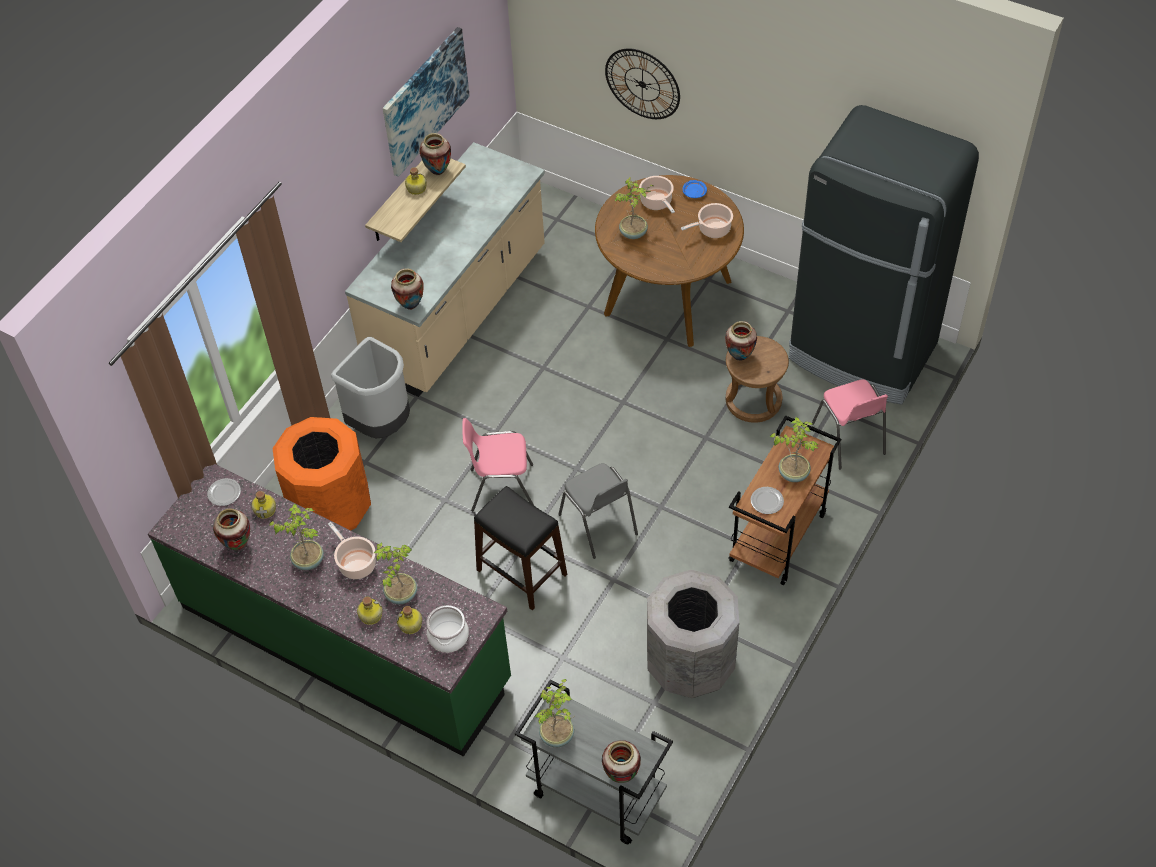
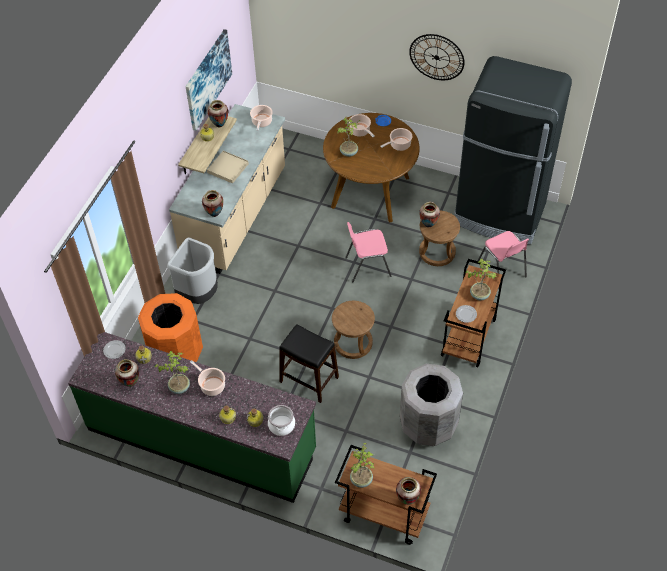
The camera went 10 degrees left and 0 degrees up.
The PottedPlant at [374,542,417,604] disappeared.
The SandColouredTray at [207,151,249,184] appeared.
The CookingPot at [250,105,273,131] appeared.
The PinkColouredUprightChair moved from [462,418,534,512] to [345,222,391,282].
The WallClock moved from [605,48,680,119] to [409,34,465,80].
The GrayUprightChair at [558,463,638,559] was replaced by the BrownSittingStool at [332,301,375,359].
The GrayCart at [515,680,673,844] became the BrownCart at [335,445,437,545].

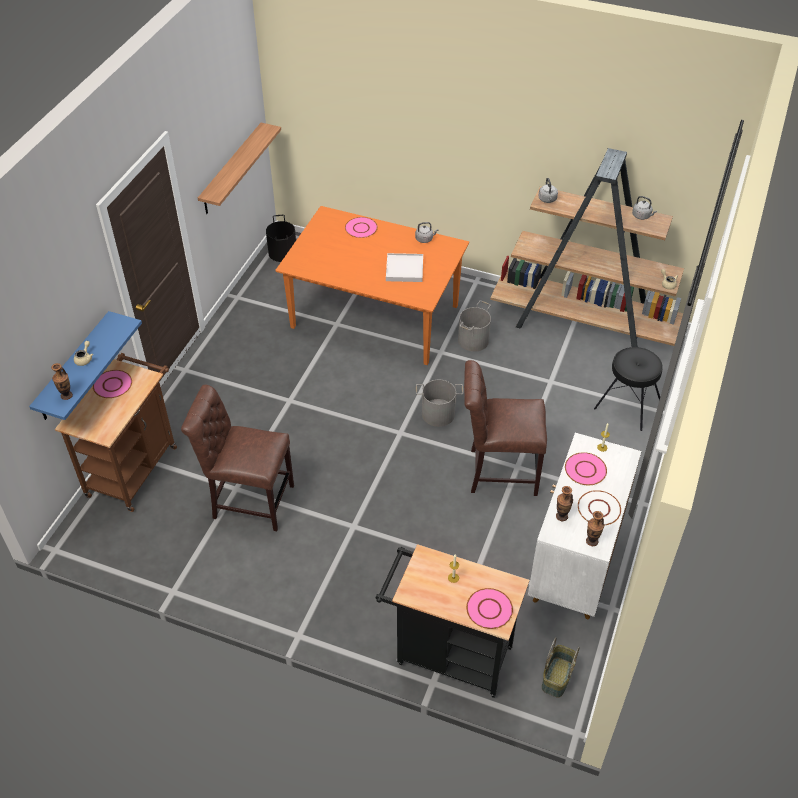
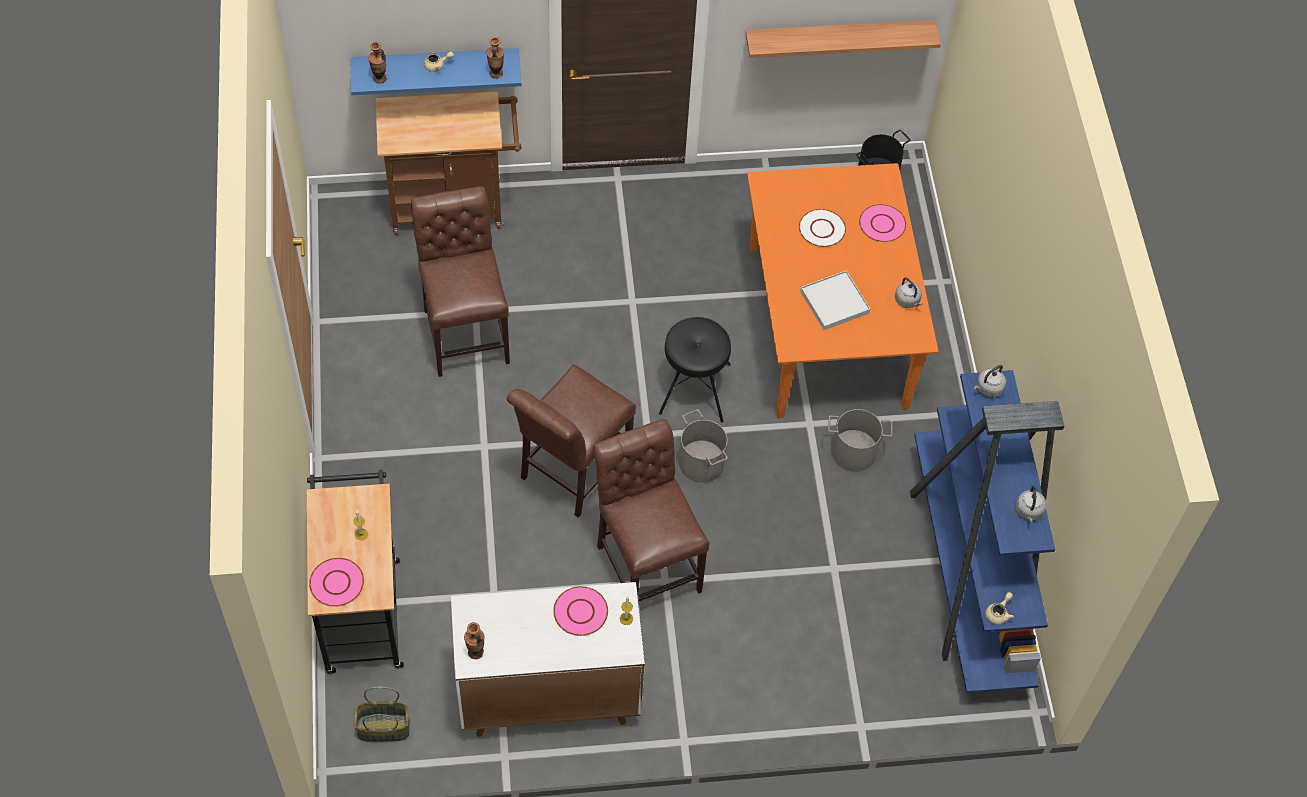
The camera went 60 degrees right and 10 degrees up.
The PinkColouredDinnerPlate at [93,370,132,398] disappeared.
The BrownUprightChair at [507,364,636,517] appeared.
The FlowerVase moved from [556,486,573,521] to [487,37,504,79].
The WhiteDinnerPlate moved from [578,490,621,525] to [799,209,846,247].
The BlackColouredSittingStool moved from [594,347,663,431] to [659,317,731,422].
The BrownBookcase at [490,148,684,347] became the BluishBookcase at [910,370,1064,693].

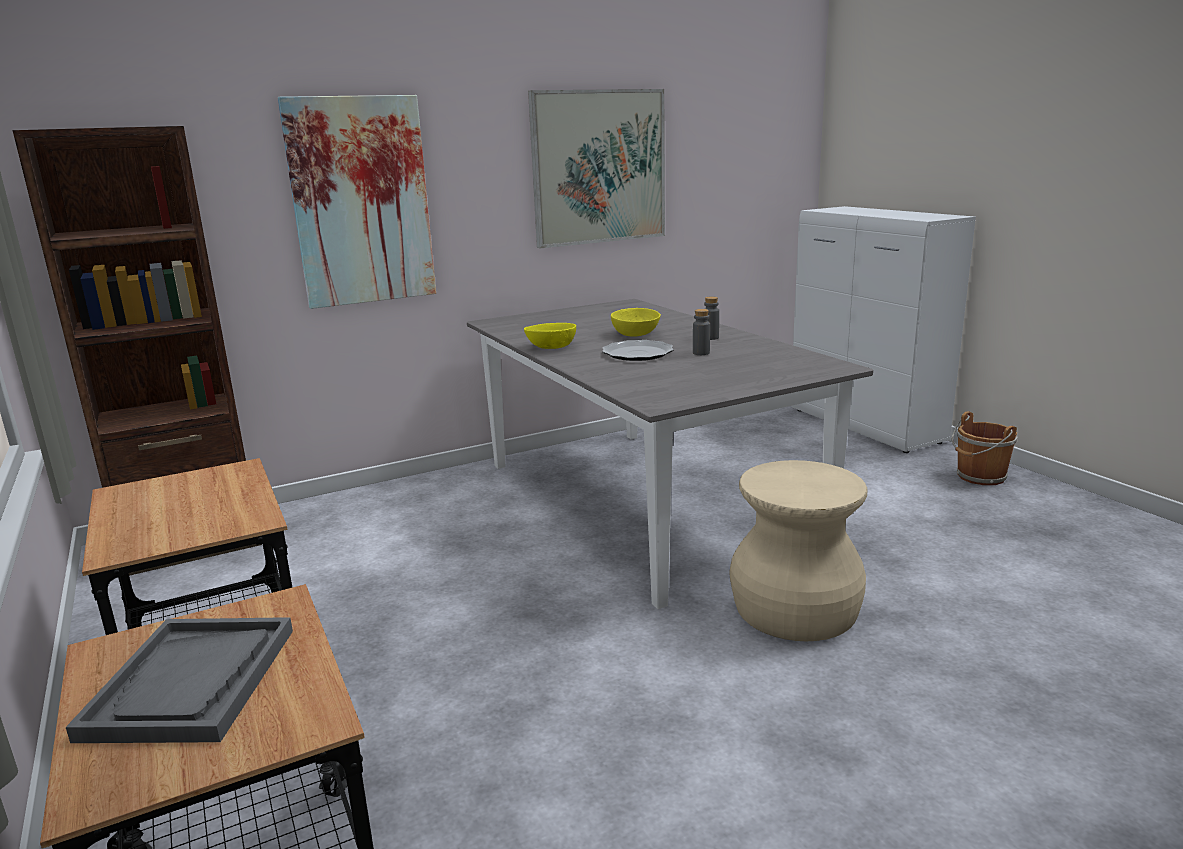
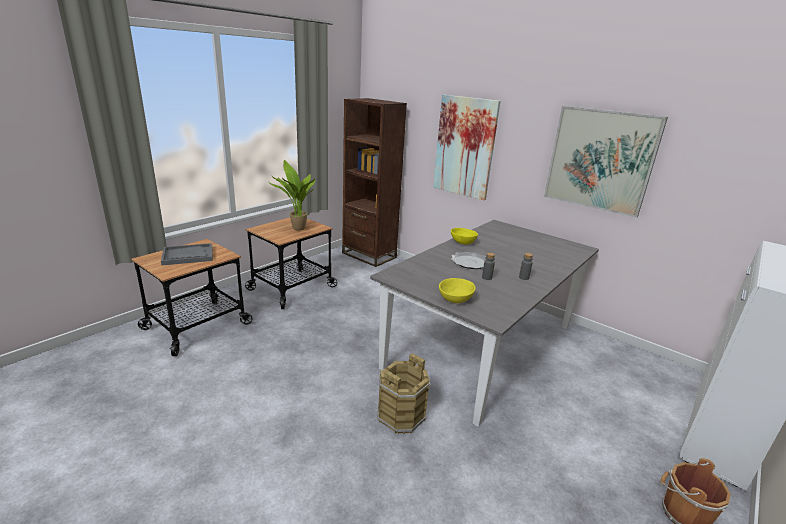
The camera went 65 degrees right and 5 degrees up.
The PottedPlant at [269,160,315,231] appeared.
The YellowColouredBowl moved from [611,308,661,337] to [439,278,476,303].
The SandColouredSittingStool at [730,460,868,641] was replaced by the BrownPail at [377,353,430,434].

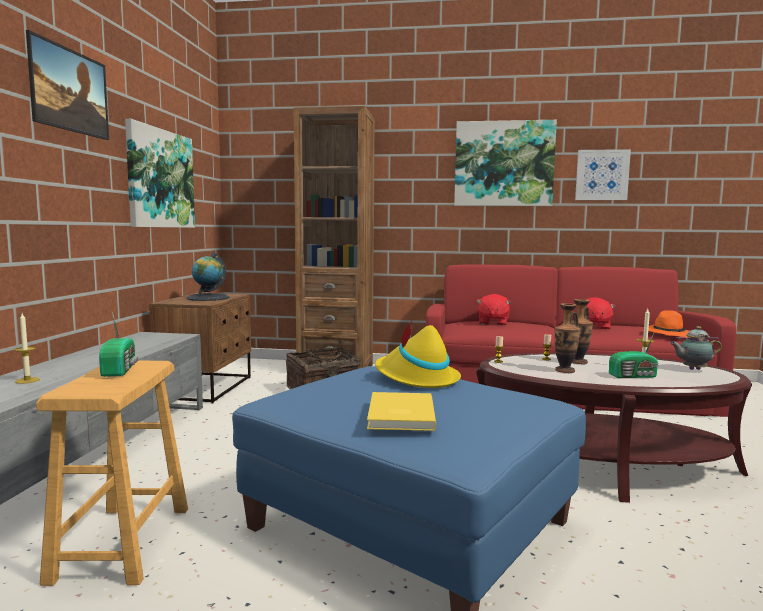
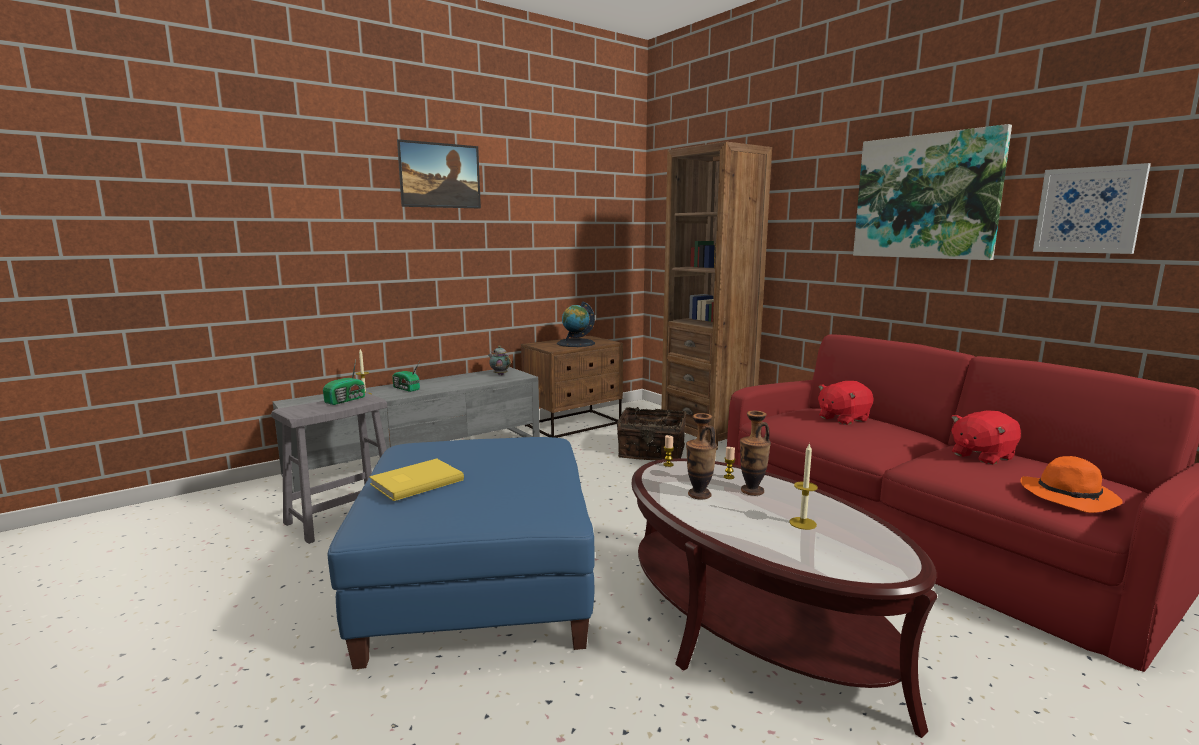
The camera went 45 degrees right and 5 degrees up.
The WallPicture at [125,119,195,228] disappeared.
The YellowColouredWearableHat at [375,320,461,388] disappeared.
The RadioReceiver moved from [609,333,658,378] to [392,361,420,392].
The Teapot moved from [670,326,722,370] to [489,346,511,375].
The BrownSittingStool at [36,361,188,586] became the GraySittingStool at [271,392,387,544].

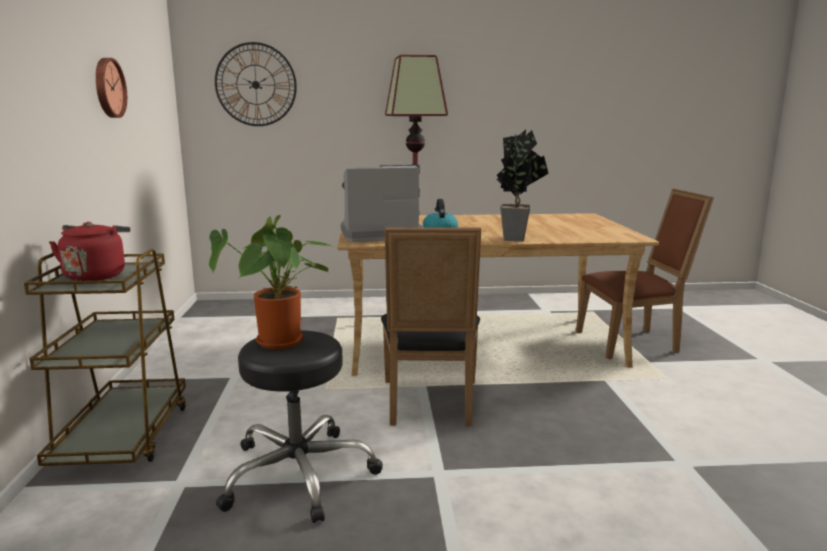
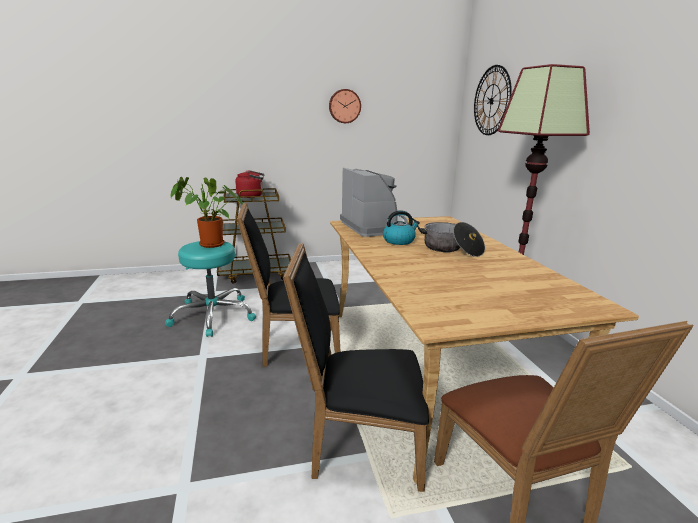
The camera went 80 degrees right and 5 degrees up.
The PottedPlant at [496,130,549,241] disappeared.
The BlackColouredUprightChair at [283,243,429,492] appeared.
The CookingPot at [417,222,485,257] appeared.
The BlackColouredSittingStool at [216,330,383,523] became the BlueGreenSittingStool at [165,241,256,337].

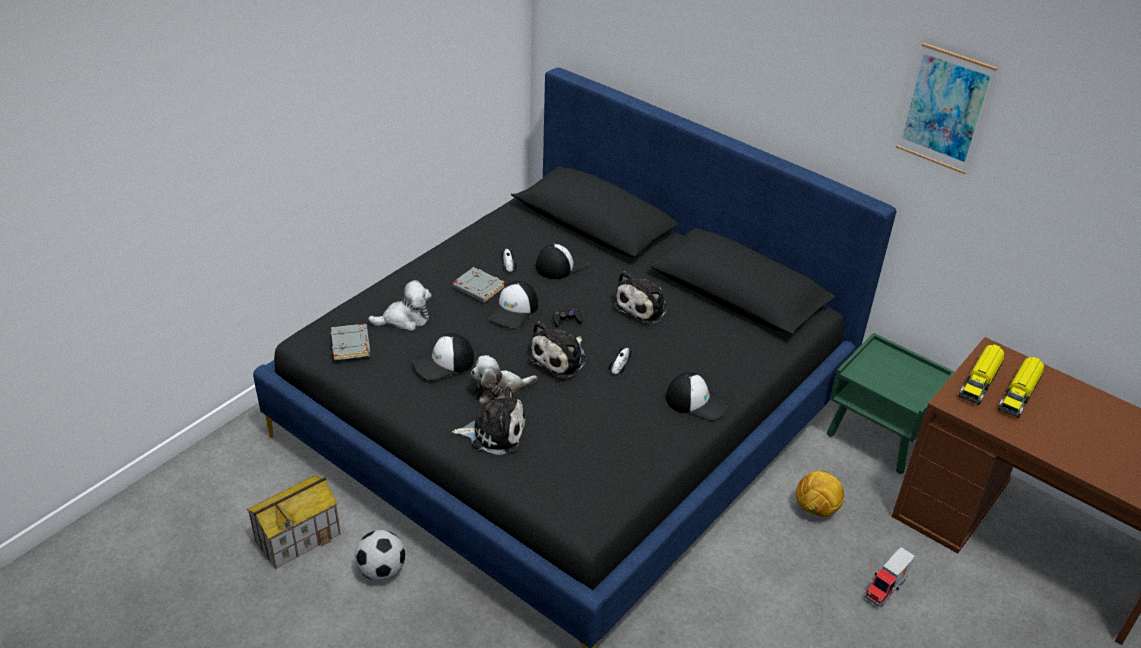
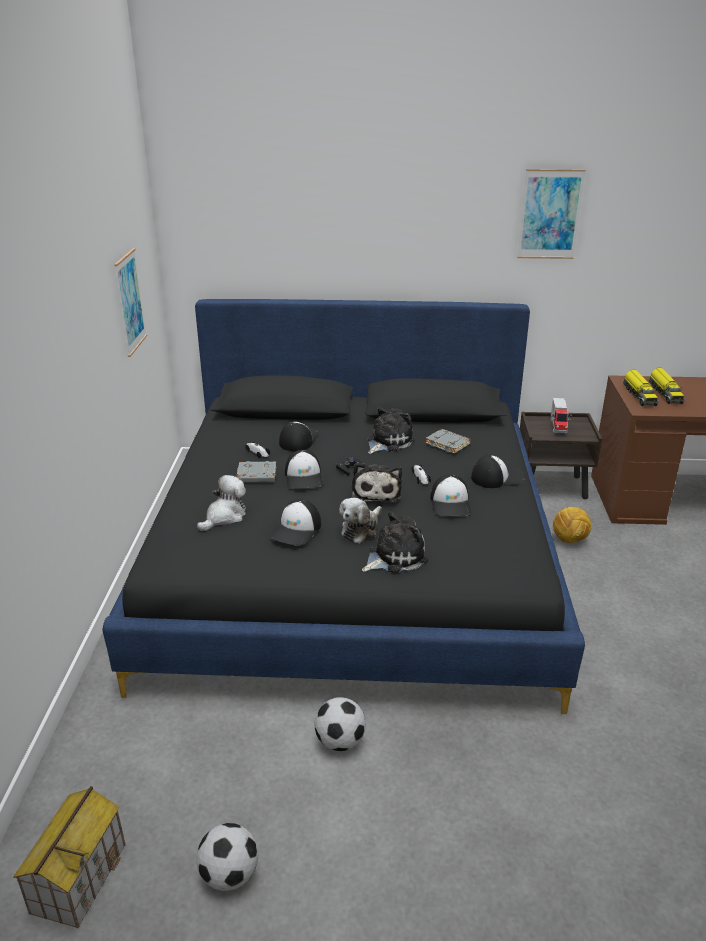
The camera went 35 degrees left and 10 degrees down.
The WallPicture at [114,248,147,357] appeared.
The BallForFootball at [196,823,258,891] appeared.
The Cap at [430,475,471,516] appeared.
The MiniatureHouse moved from [246,475,341,569] to [13,786,126,928].
The GrayVolume moved from [331,324,371,360] to [425,429,471,454].
The ModelTruck moved from [864,547,915,607] to [550,398,572,434].
The GreenishBedsideTable at [827,333,955,474] became the BrownBedsideTable at [520,412,602,499].
The CuddlyToy at [613,271,668,324] turned 135 degrees counterclockwise.

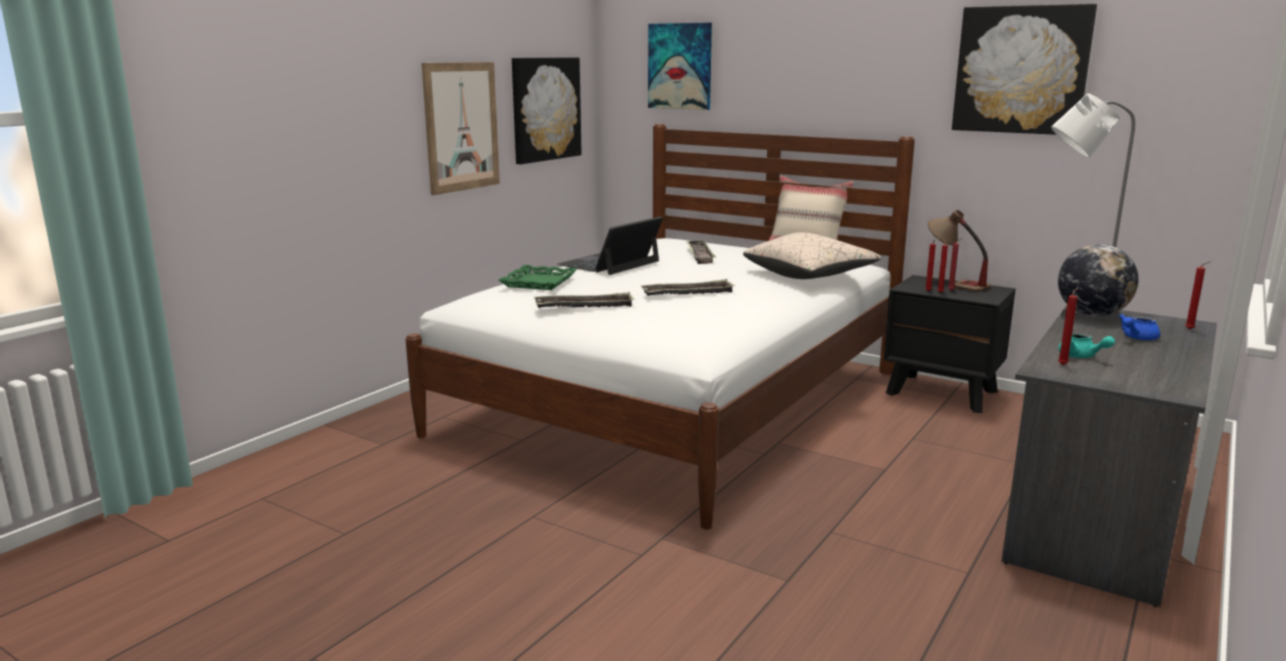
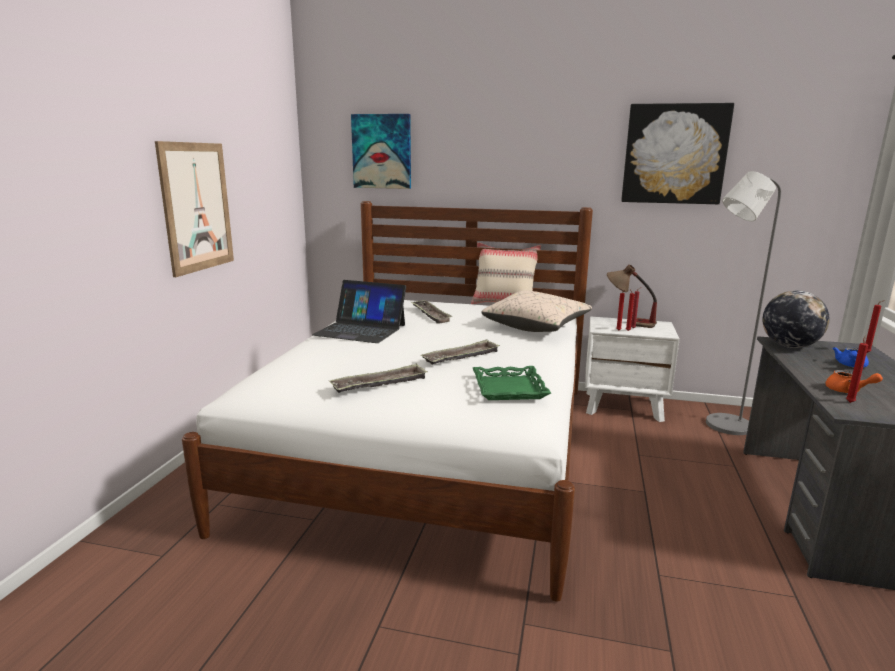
The camera went 20 degrees left and 0 degrees up.
The WallPicture at [512,57,582,164] disappeared.
The GreenishTray moved from [499,265,577,290] to [473,366,551,400].
The BlackColouredBedsideTable at [884,275,1016,413] became the WhiteBedsideTable at [585,316,680,422].
The BlueGreenTeapot at [1058,332,1115,358] became the OrangeColouredTeapot at [825,370,883,393].
The PortableComputer at [558,216,663,275] turned 90 degrees counterclockwise.

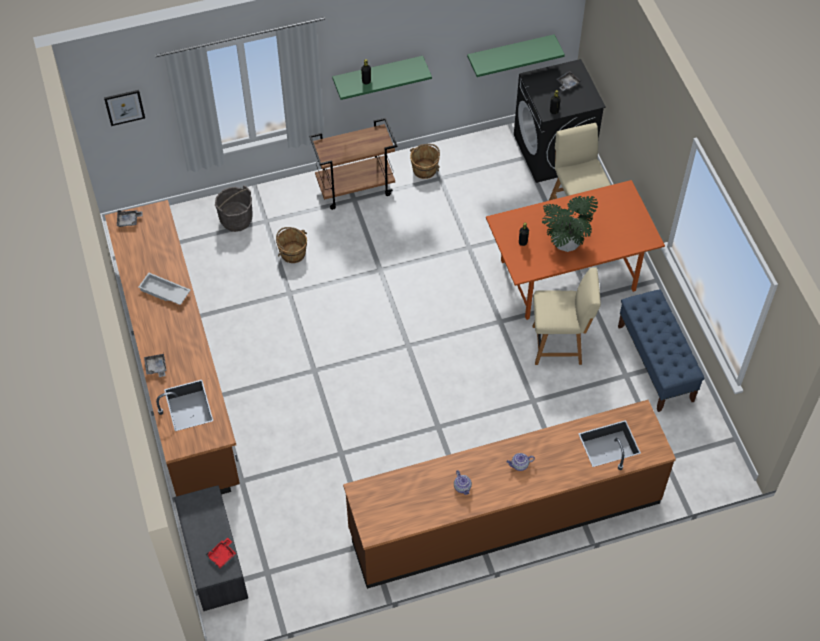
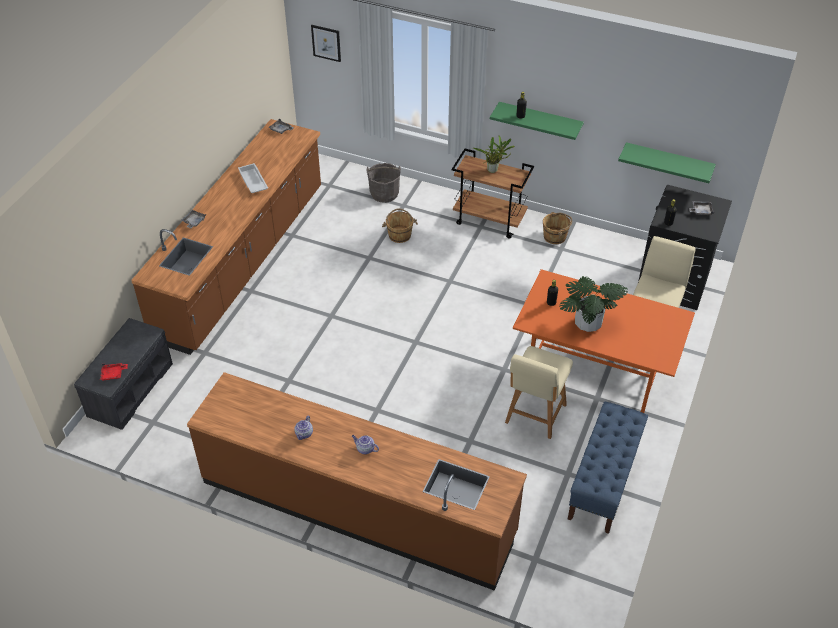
The camera went 40 degrees right and 10 degrees down.
The PottedPlant at [472,135,516,173] appeared.
The SandColouredUprightChair at [533,267,601,365] turned 75 degrees clockwise.

